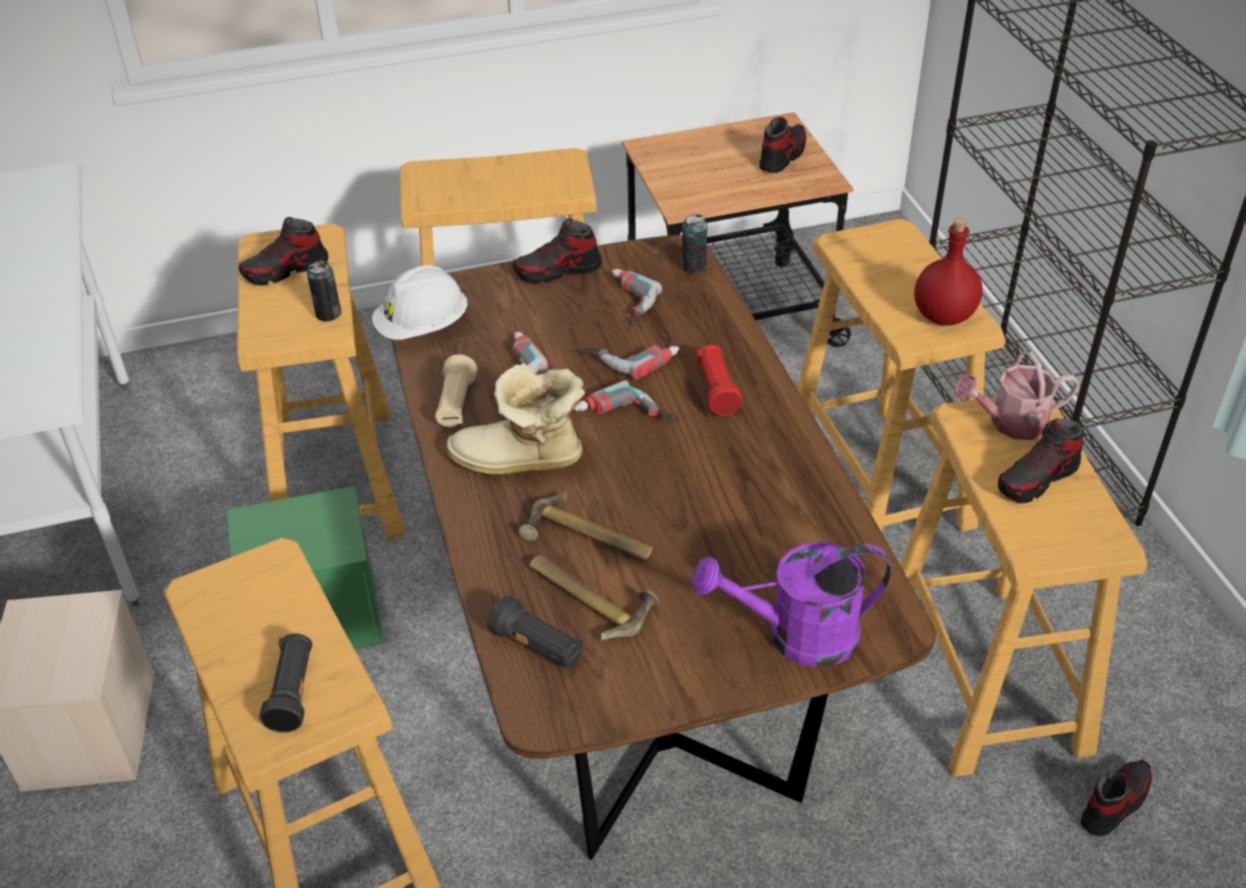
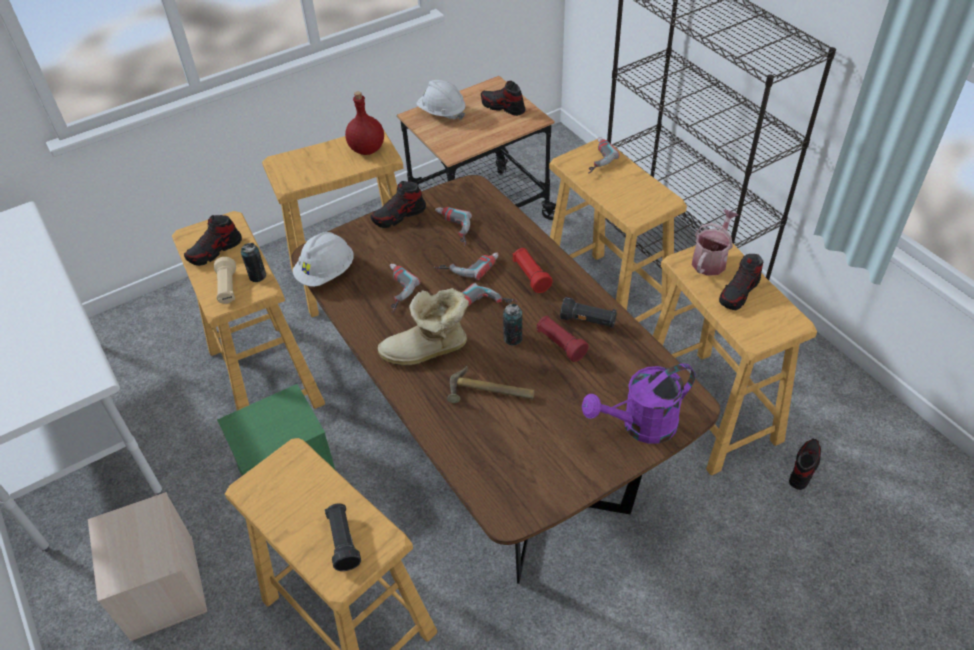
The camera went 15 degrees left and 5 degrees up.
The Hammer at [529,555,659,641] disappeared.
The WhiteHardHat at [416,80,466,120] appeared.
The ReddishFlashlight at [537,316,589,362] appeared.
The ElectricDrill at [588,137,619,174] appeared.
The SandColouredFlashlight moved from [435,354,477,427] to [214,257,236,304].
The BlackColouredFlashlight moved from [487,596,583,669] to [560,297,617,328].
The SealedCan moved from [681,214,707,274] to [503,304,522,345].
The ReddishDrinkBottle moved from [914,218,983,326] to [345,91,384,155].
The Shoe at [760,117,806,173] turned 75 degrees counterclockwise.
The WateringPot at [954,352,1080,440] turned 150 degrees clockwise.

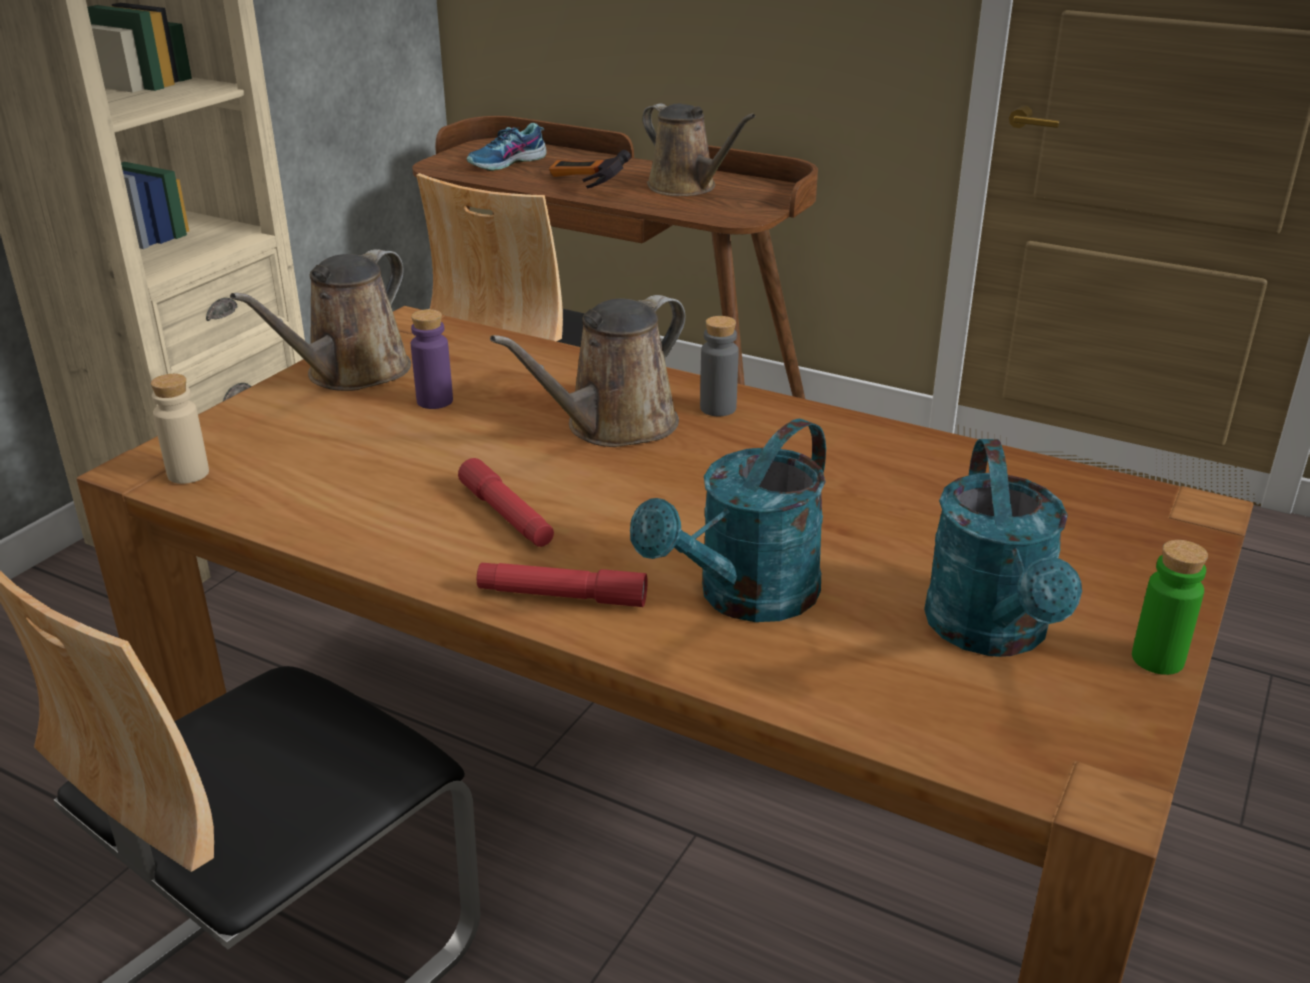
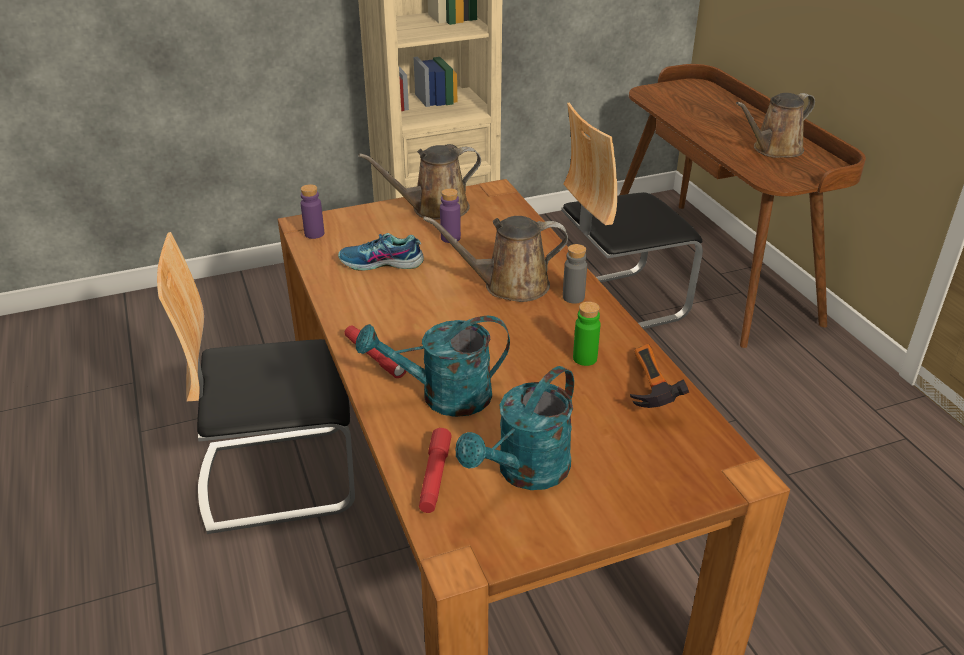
The camera went 40 degrees right and 5 degrees up.
The ReddishFlashlight moved from [458,458,554,547] to [419,428,452,513].
The Shoe moved from [467,123,547,171] to [338,233,424,271].
The Hammer moved from [549,150,631,188] to [630,344,689,408].
The GreenishDrinkBottle moved from [1132,540,1208,675] to [573,301,600,366].
The SandColouredDrinkBottle at [151,374,209,484] became the PurplishDrinkBottle at [301,184,324,239].
The BrownWateringPot at [642,104,755,196] turned 60 degrees clockwise.

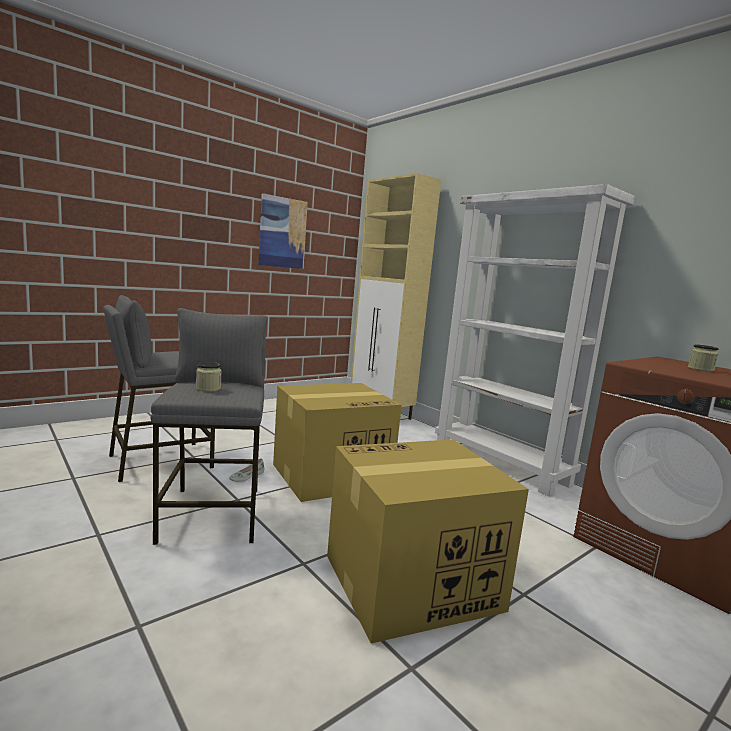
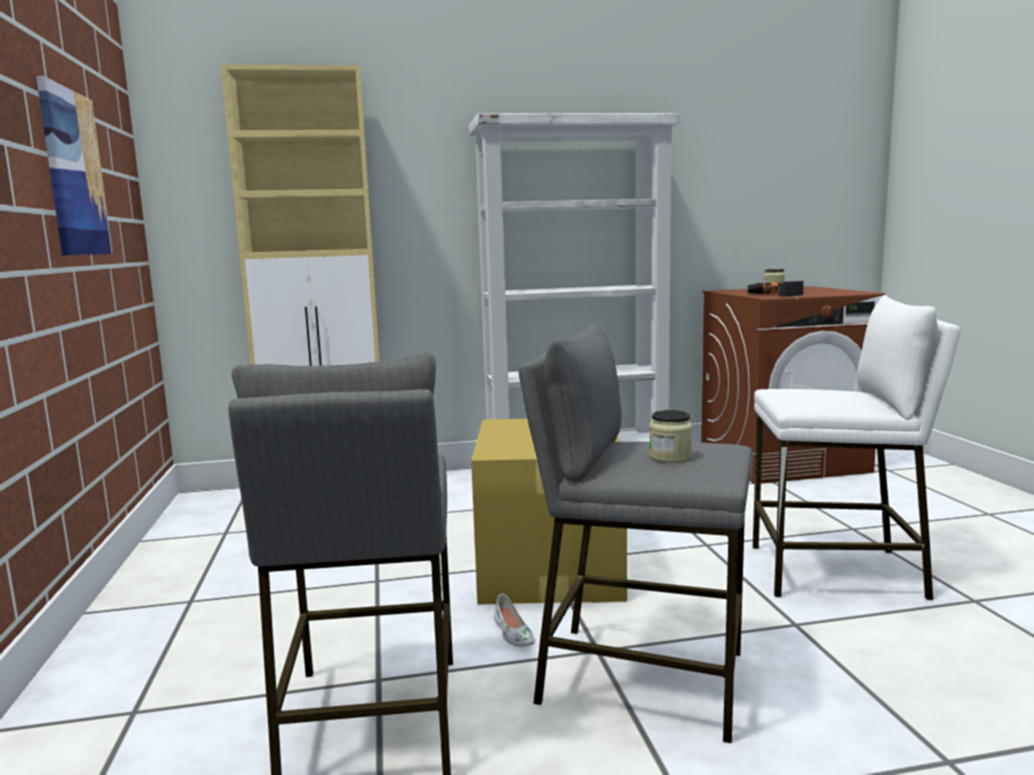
The camera went 60 degrees left and 0 degrees up.
The ElectricDrill at [745,281,804,296] appeared.
The Carton at [327,439,529,643] was replaced by the WhiteSittingStool at [753,295,961,600].

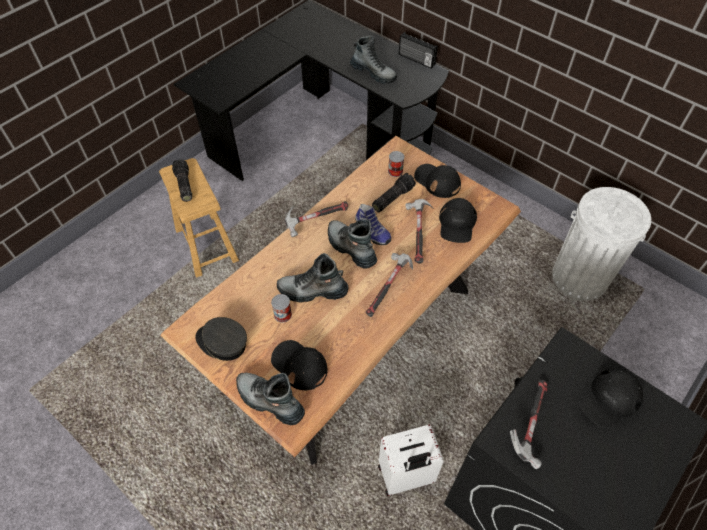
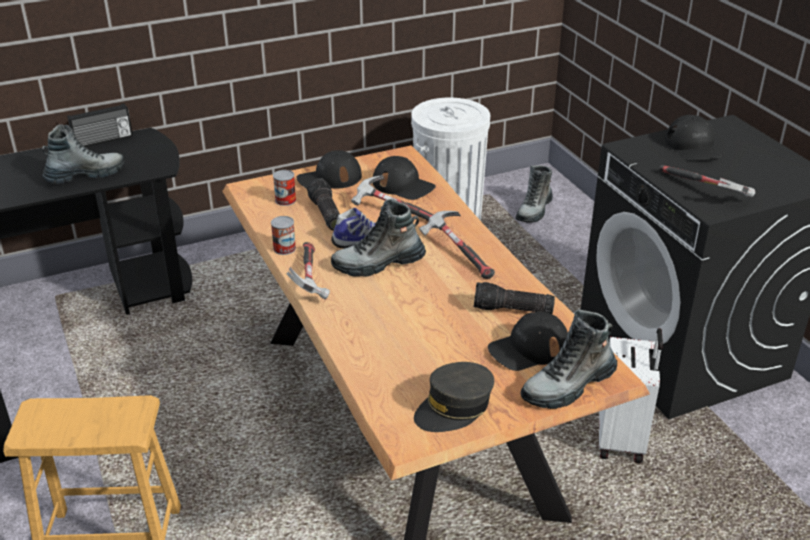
The camera went 65 degrees left and 20 degrees down.
The Flashlight moved from [172,159,192,202] to [474,282,555,314].
The SealedCan moved from [271,294,292,323] to [271,216,296,255].
The Boot moved from [277,253,348,302] to [516,165,553,223].

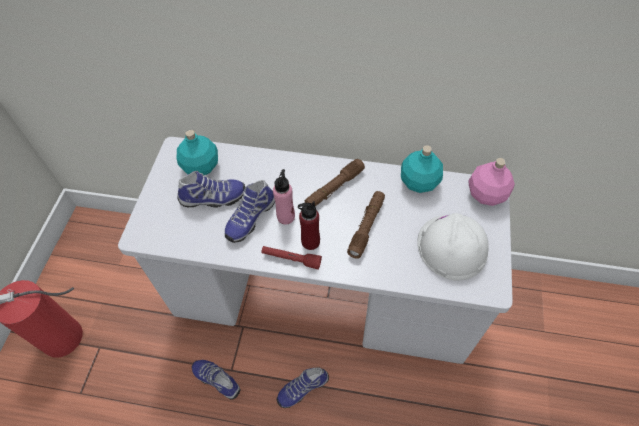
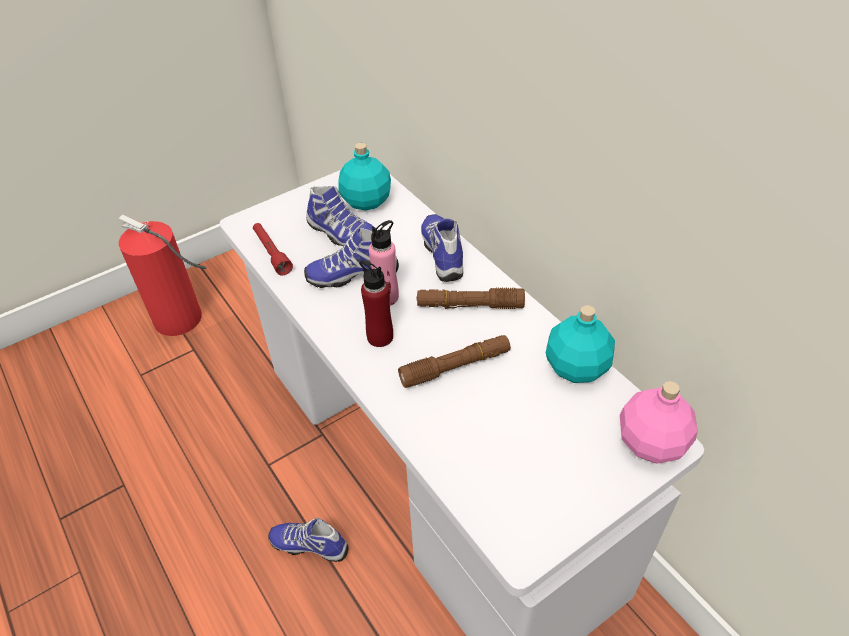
The camera went 45 degrees right and 10 degrees down.
The WhiteHardHat at [417,213,489,281] disappeared.
The Shoe moved from [191,360,240,400] to [421,214,463,282].
The ReddishFlashlight moved from [262,246,322,270] to [253,223,293,275].

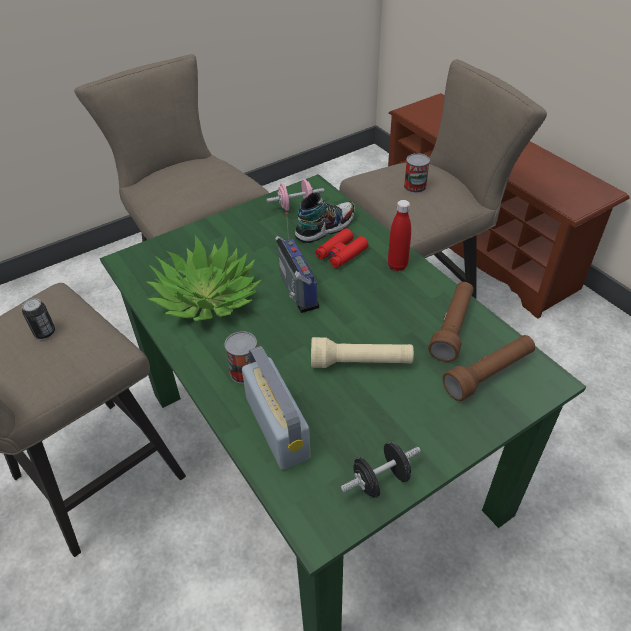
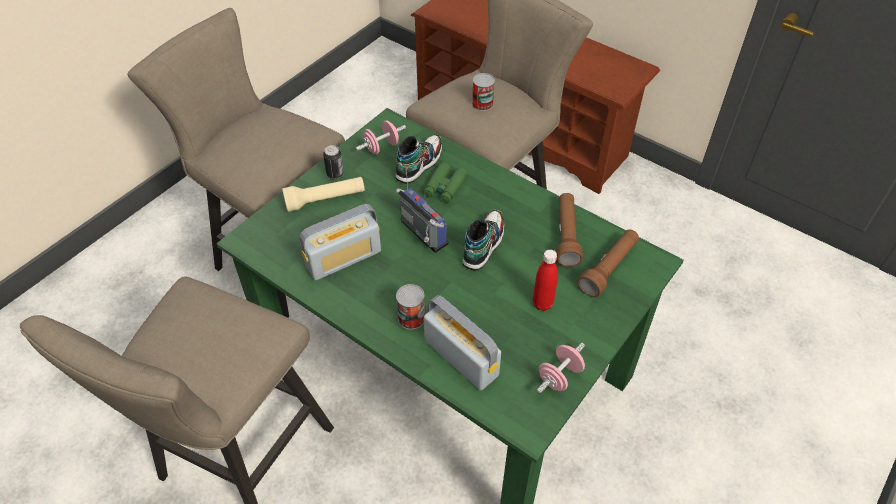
The camera went 20 degrees left and 5 degrees up.
The Shoe at [463,210,504,270] appeared.
The SealedCan moved from [22,298,55,339] to [323,145,344,179].
The SandColouredFlashlight moved from [311,337,414,368] to [282,177,365,212].
The ReddishDrinkBottle moved from [388,200,411,271] to [533,249,558,311].
The PottedPlant at [146,236,262,321] was replaced by the RadioReceiver at [300,204,381,280].
The ReddishPairOfBinoculars at [315,228,368,268] became the GreenishPairOfBinoculars at [423,162,468,203].
The BlackColouredHandWeight at [341,442,421,498] became the PinkColouredHandWeight at [537,343,585,393].

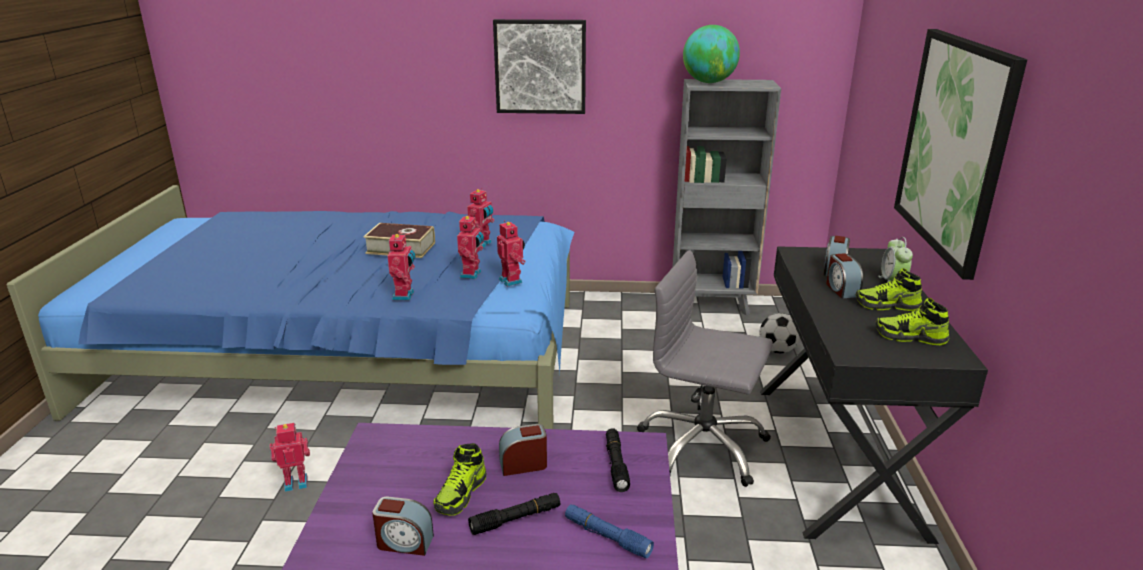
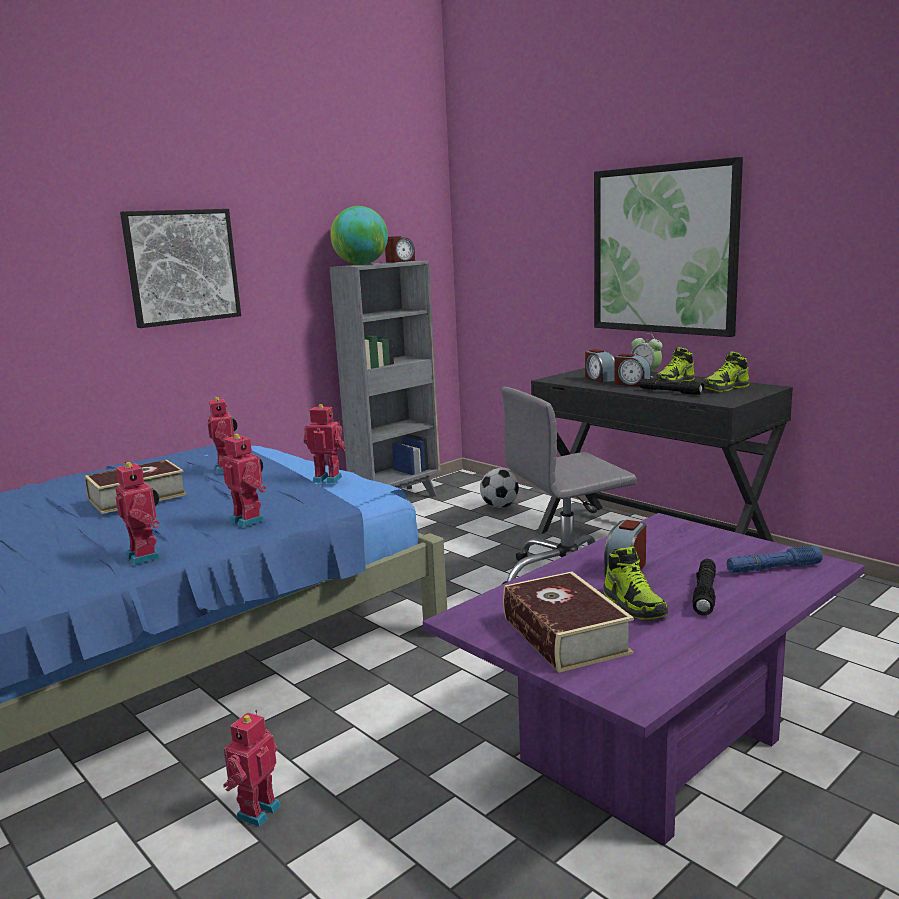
The camera went 45 degrees left and 10 degrees down.
The Volume at [503,571,634,673] appeared.
The TableClock moved from [372,496,434,556] to [385,236,415,263].
The ToyRobot moved from [457,214,484,279] to [115,461,161,565].
The BlackColouredFlashlight moved from [606,428,630,492] to [639,379,704,395].

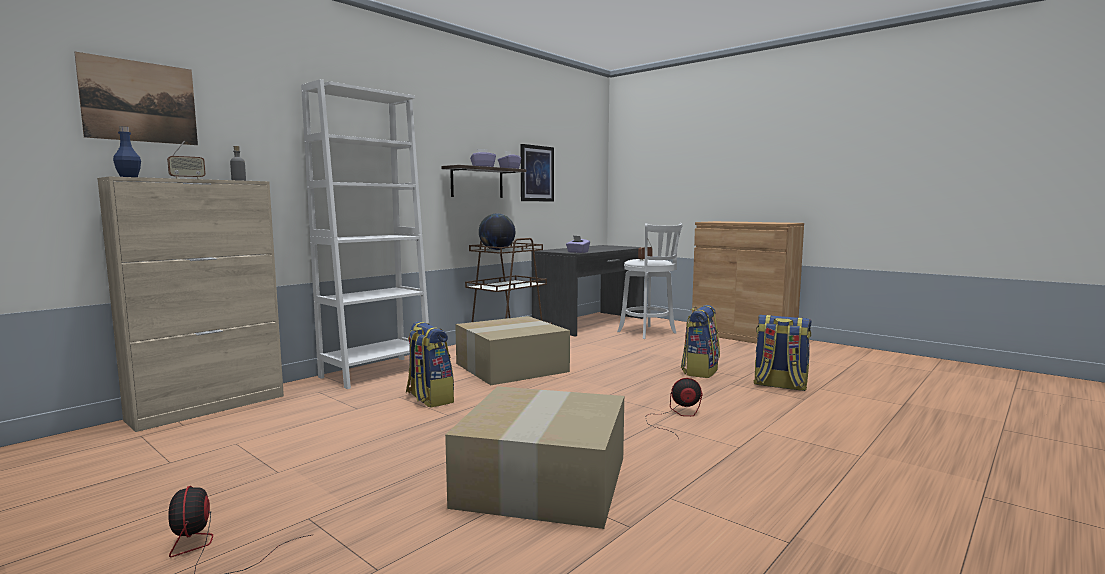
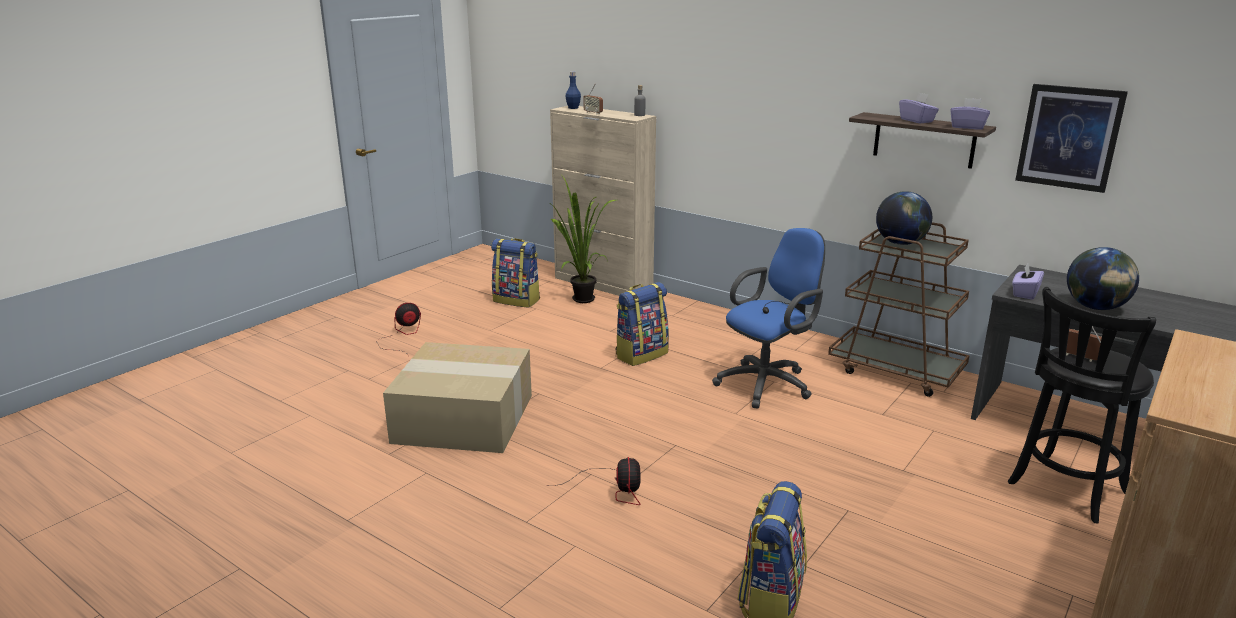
The camera went 85 degrees right and 15 degrees up.
The WallPicture at [74,52,198,145] disappeared.
The WhiteBookcase at [301,79,429,389] disappeared.
The PottedPlant at [549,177,616,303] appeared.
The DeskGlobe at [1067,247,1139,310] appeared.
The Rucksack moved from [681,305,720,378] to [491,238,540,307].
The Carton at [455,316,570,385] was replaced by the BluishOfficeChair at [712,228,825,409].
The WhiteSittingStool at [617,223,683,339] became the BlackColouredSittingStool at [1008,287,1156,523].

